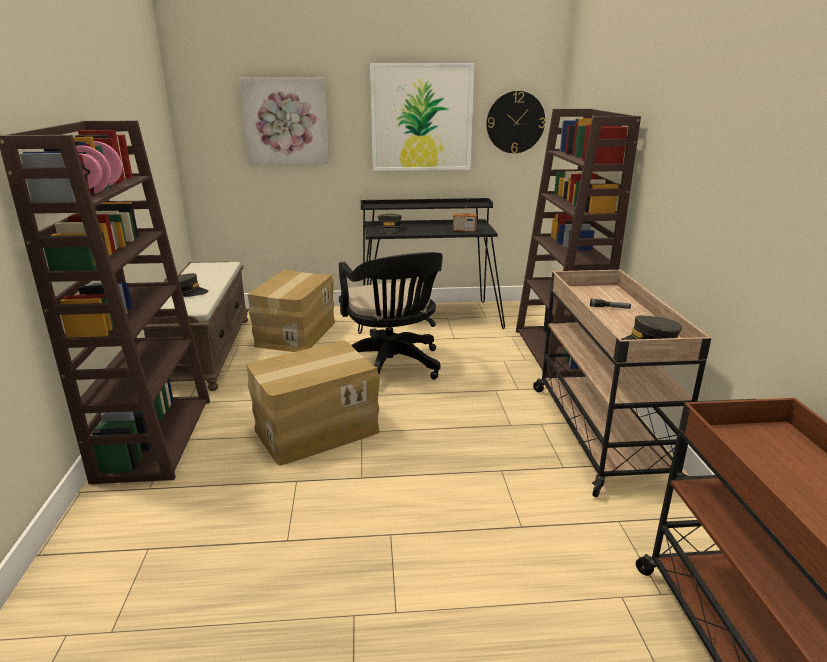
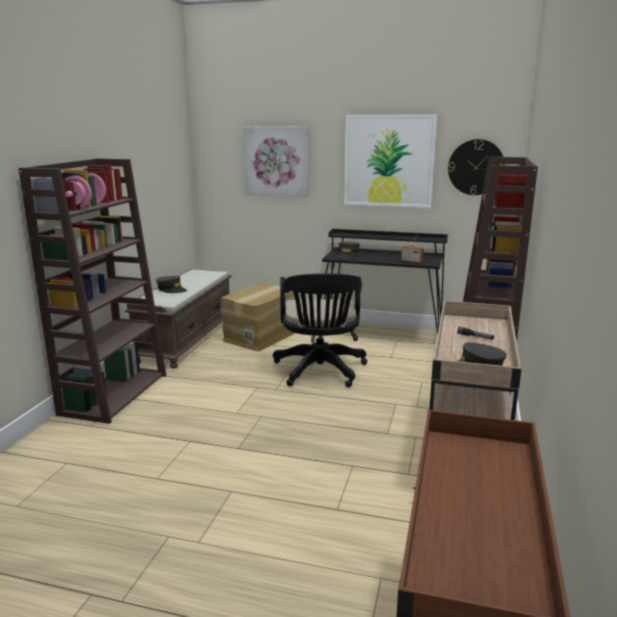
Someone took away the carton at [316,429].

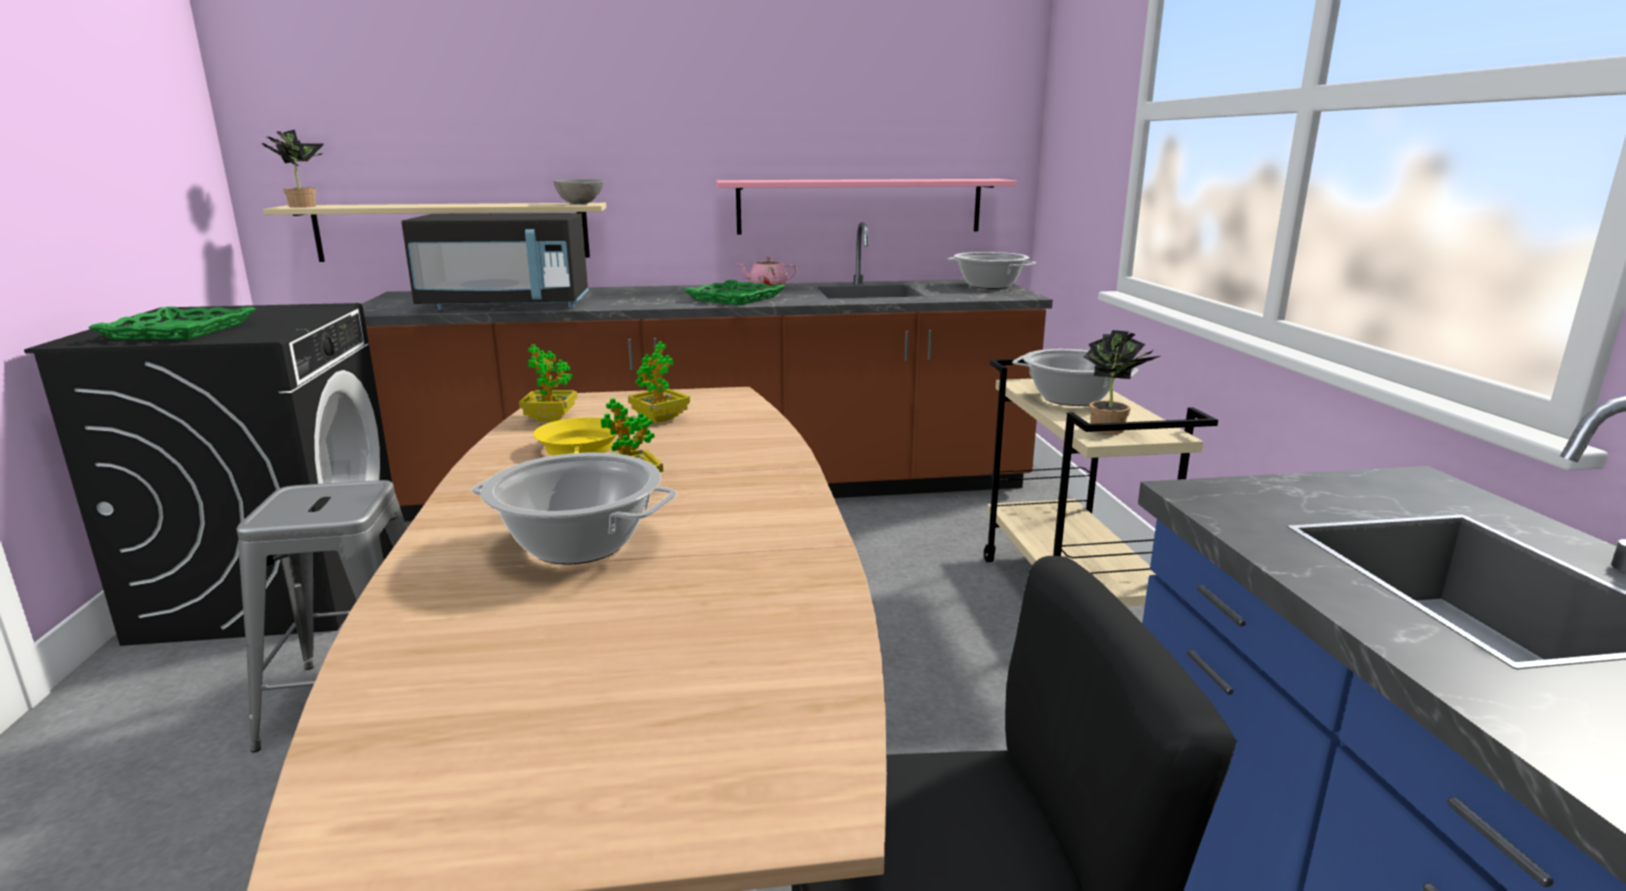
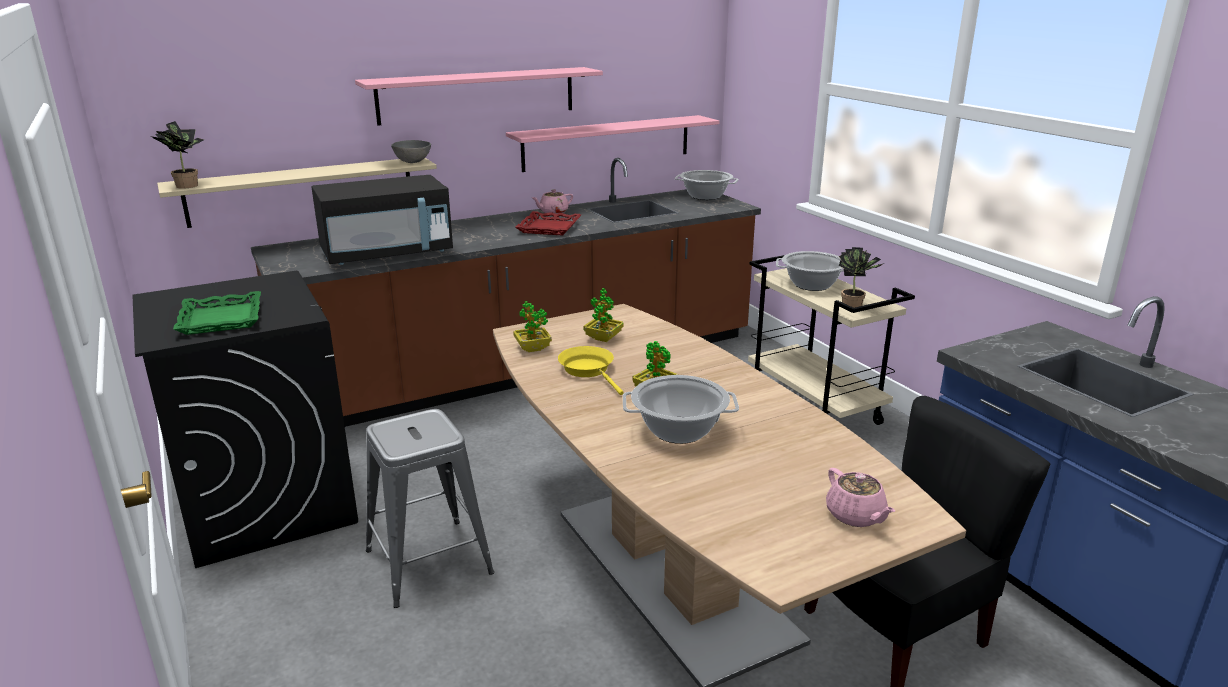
Someone repainted the green-coloured tray at [736,298], which became the red tray at [549,228]. Someone put up the pink-coloured wall shelf at [478,95]. Someone put down the pink-coloured teapot at [856,516].

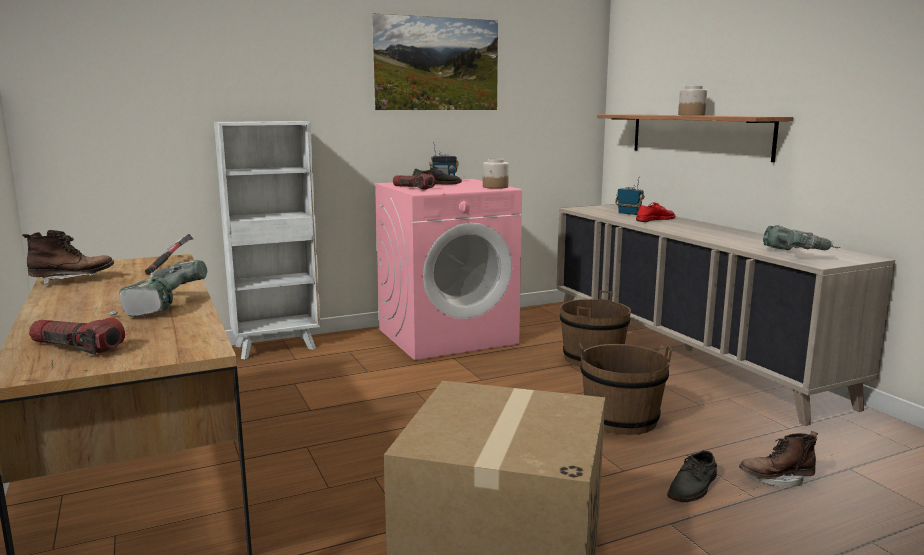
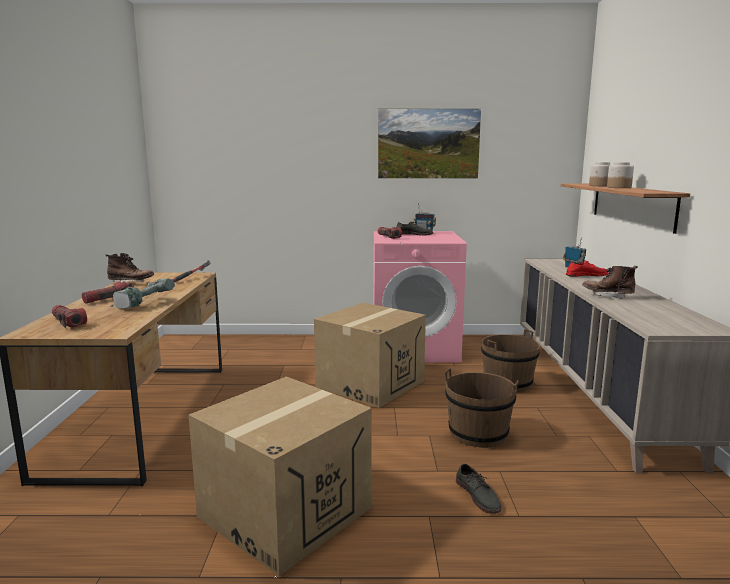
Someone took away the white-coloured shelving unit at [277,347]. Someone carried the jar from [495,187] to [600,186]. Someone took away the power drill at [796,255]. Someone carried the brownish tall boot from [776,480] to [607,296]. Someone rotated the gray item of footwear at [693,486] by 90 degrees counterclockwise. Someone put down the torch at [109,299]. Someone put down the carton at [370,383].

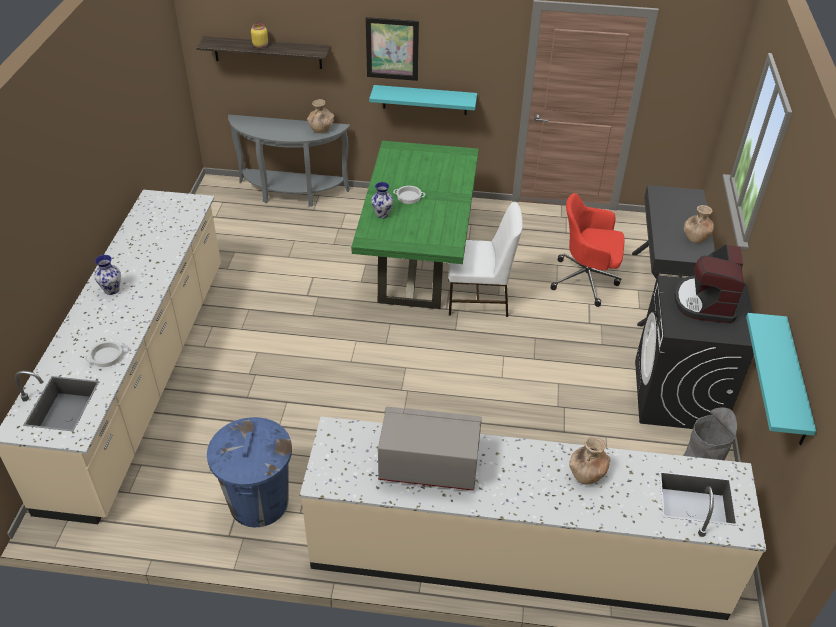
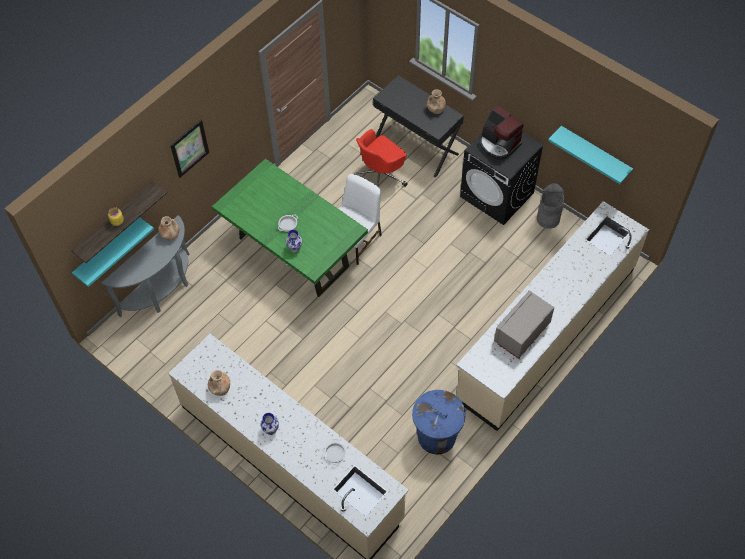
Someone carried the blue-green wall shelf from [425,100] to [107,249]. Someone carried the brownish flower vase from [587,473] to [220,388].

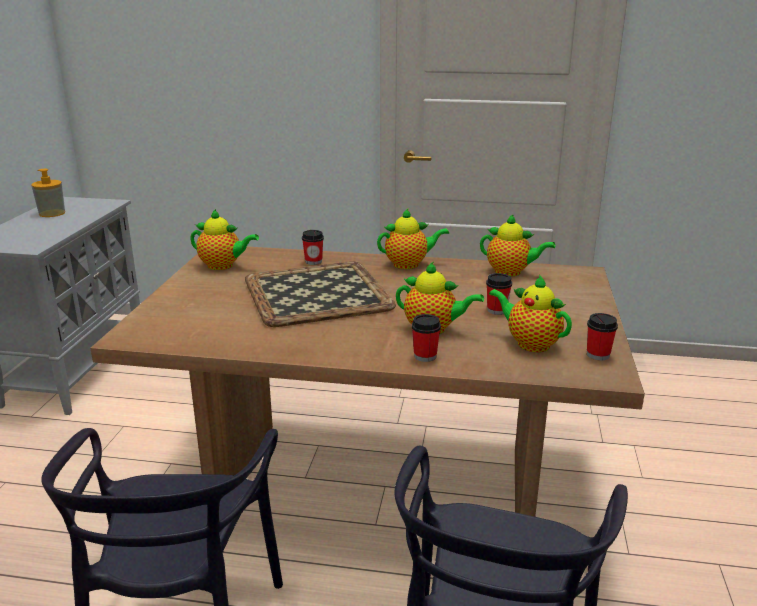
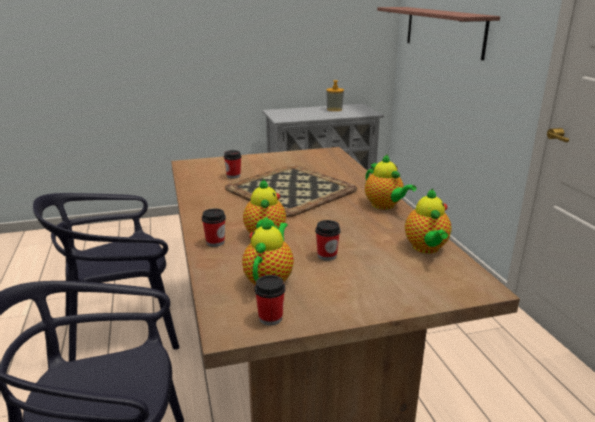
Someone took away the teapot at [223,266]. Someone carried the small cup from [313,261] to [233,176]. Someone put up the wall shelf at [443,31].

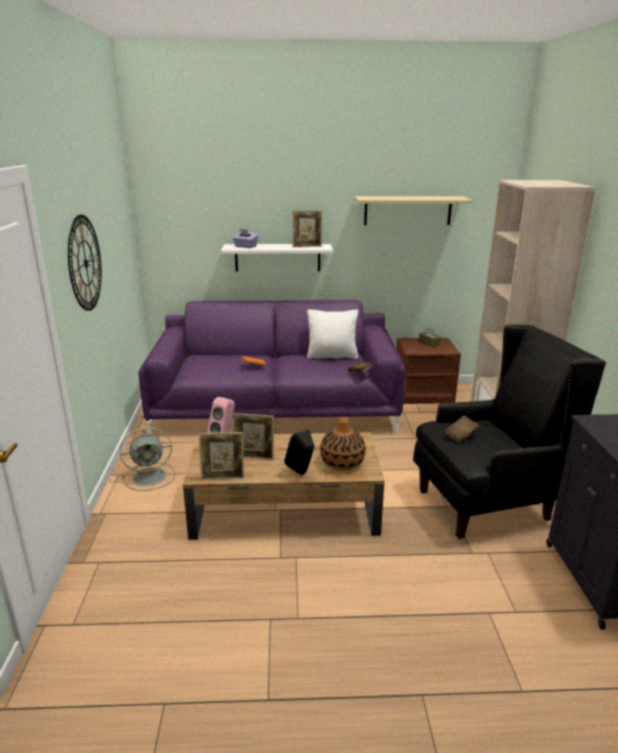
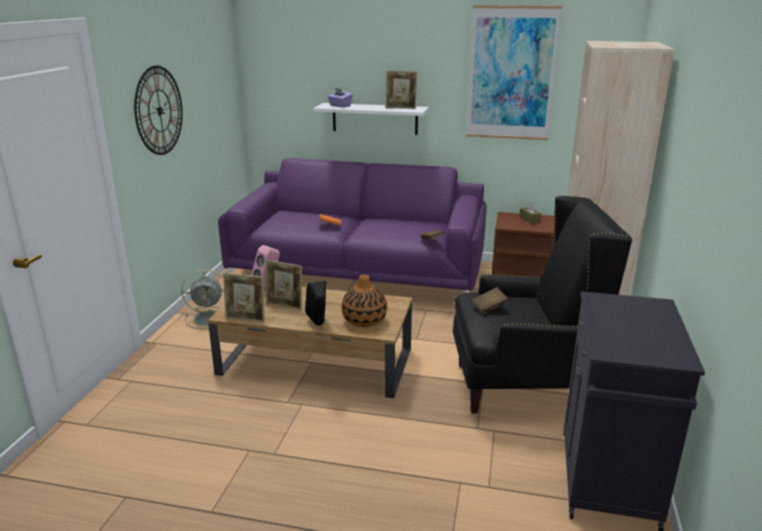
Someone swapped the beige-coloured wall shelf at [407,210] for the wall art at [511,74]. Someone took away the white-coloured pillow at [332,356].

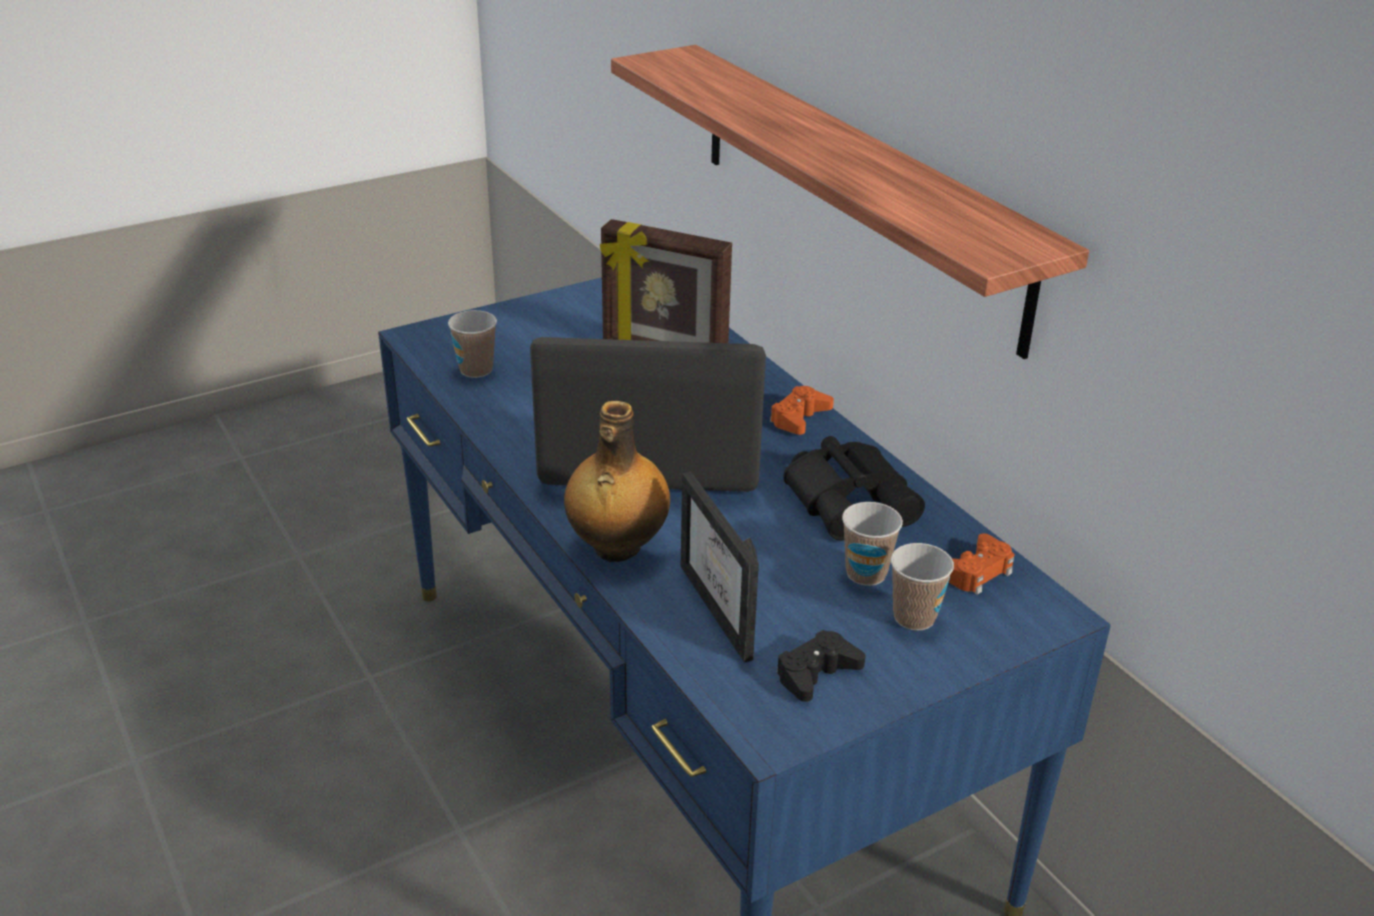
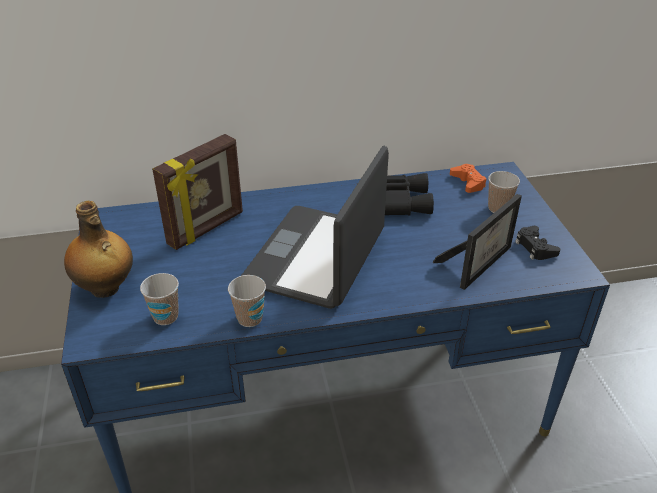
Someone took away the wall shelf at [855,189]. Someone took away the orangey game controller at [799,418]. Someone carried the bottle from [616,548] to [106,288]. Someone rotated the picture frame at [731,609] by 45 degrees counterclockwise. Someone carried the small cup from [866,573] to [250,318].

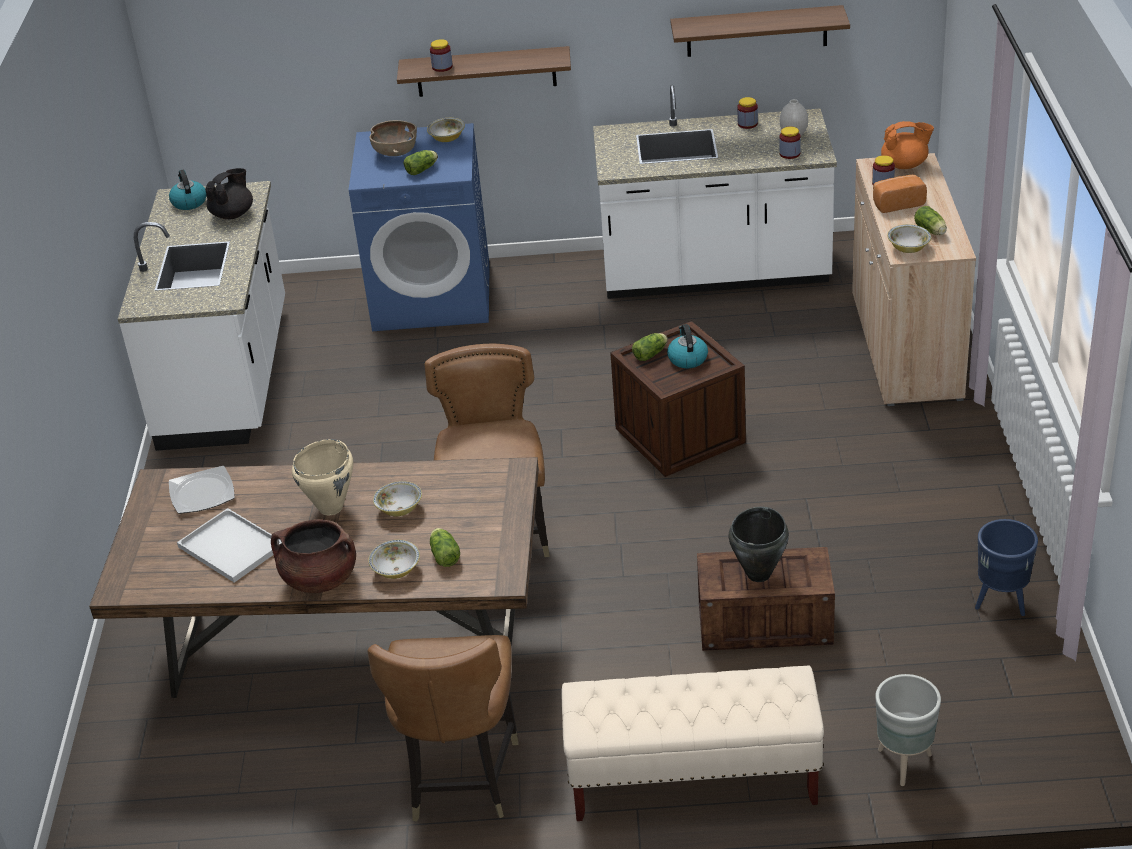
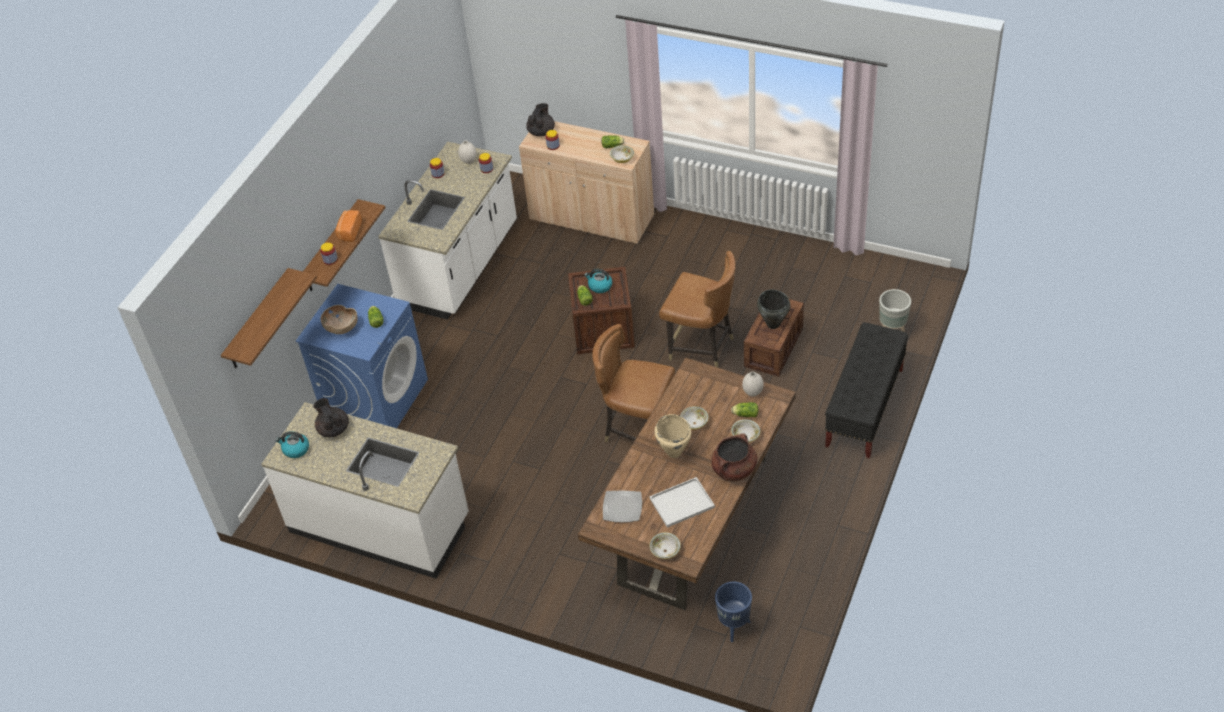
Someone carried the wall shelf from [756,31] to [258,321]. Someone carried the serving bowl from [447,138] to [665,551]. Someone repainted the orangey teapot at [905,165], which became the black-coloured teapot at [541,132]. Someone carried the bakery bread from [897,203] to [349,232]. Someone carried the bluish planter from [1001,603] to [734,627]. Someone carried the brownish upright chair from [460,779] to [701,347]. Someone repainted the beige-coloured long seat at [692,780], which became the black-coloured long seat at [864,408]. Someone put down the white-coloured flower vase at [752,393].

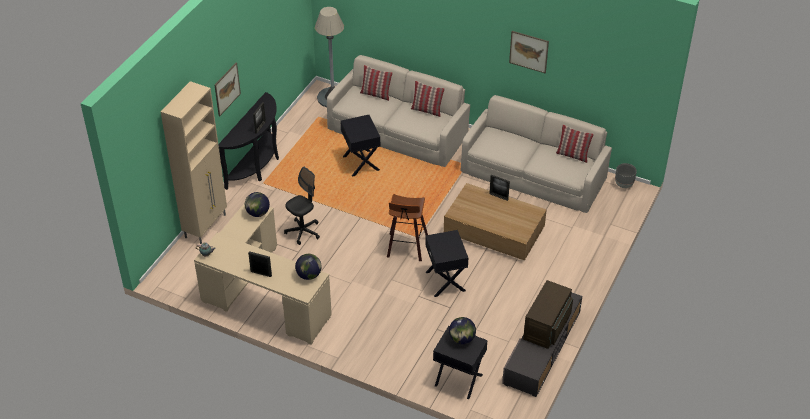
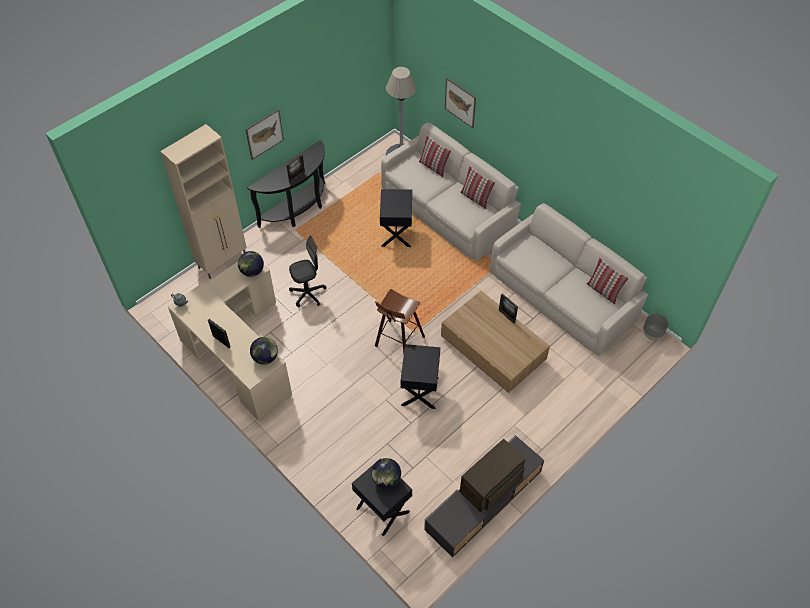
Someone carried the wall art from [529,51] to [460,102].

